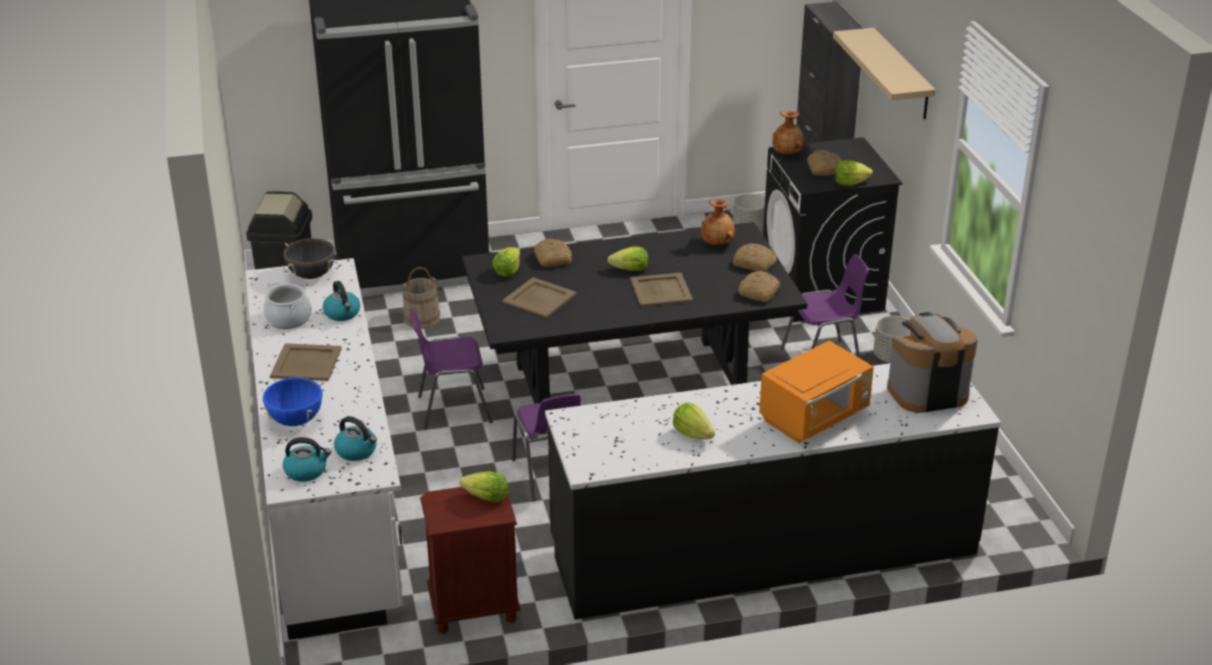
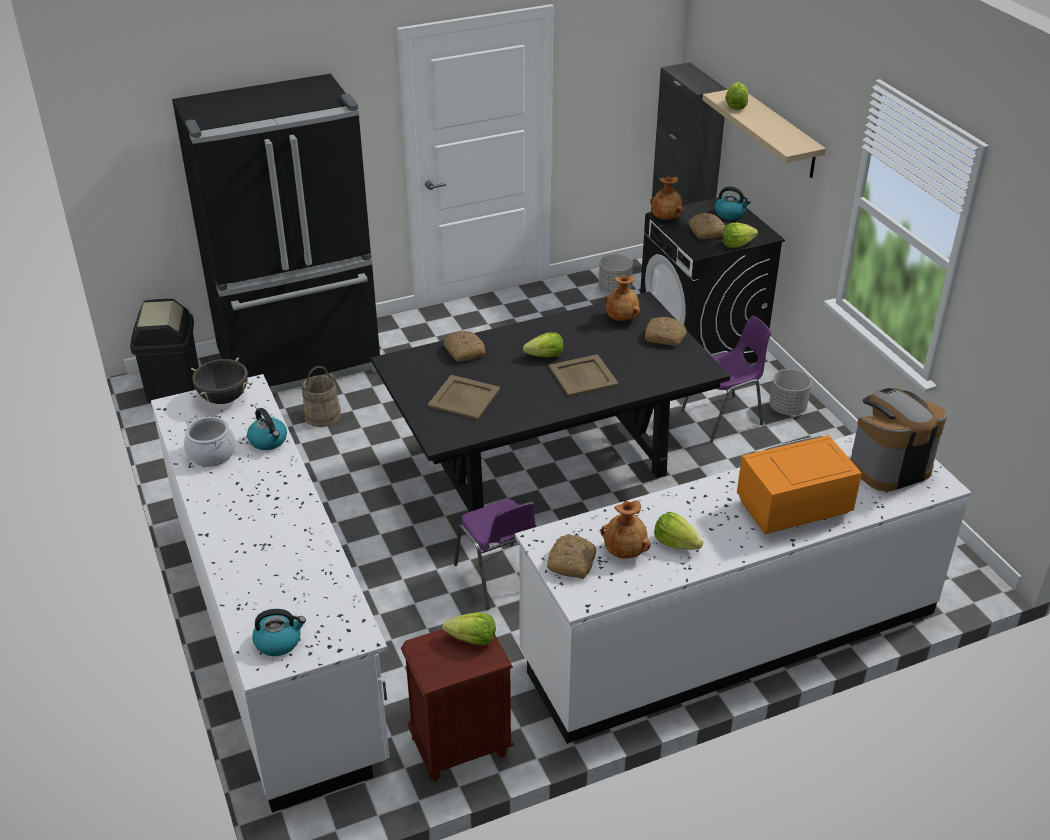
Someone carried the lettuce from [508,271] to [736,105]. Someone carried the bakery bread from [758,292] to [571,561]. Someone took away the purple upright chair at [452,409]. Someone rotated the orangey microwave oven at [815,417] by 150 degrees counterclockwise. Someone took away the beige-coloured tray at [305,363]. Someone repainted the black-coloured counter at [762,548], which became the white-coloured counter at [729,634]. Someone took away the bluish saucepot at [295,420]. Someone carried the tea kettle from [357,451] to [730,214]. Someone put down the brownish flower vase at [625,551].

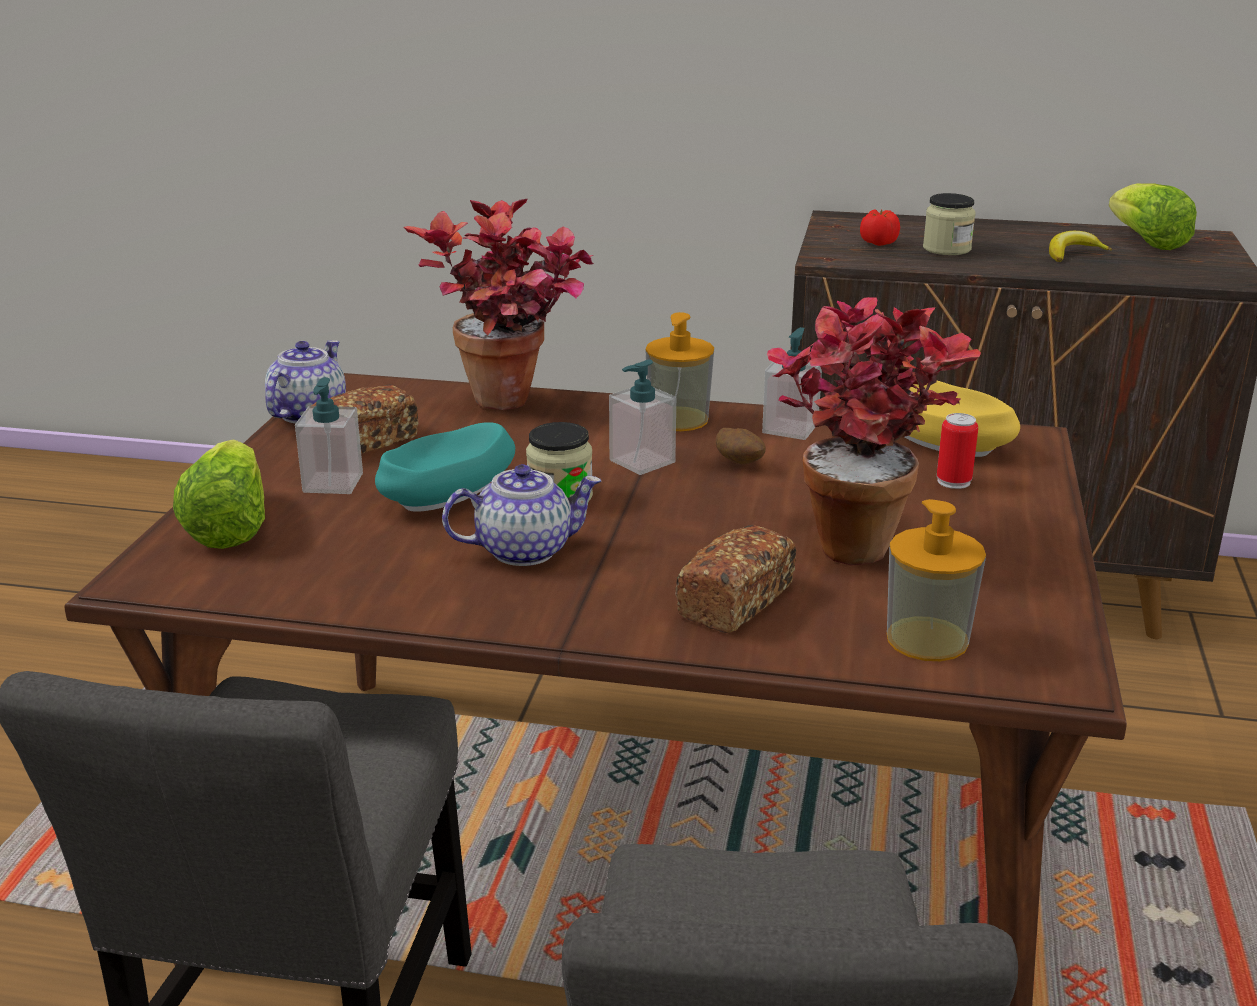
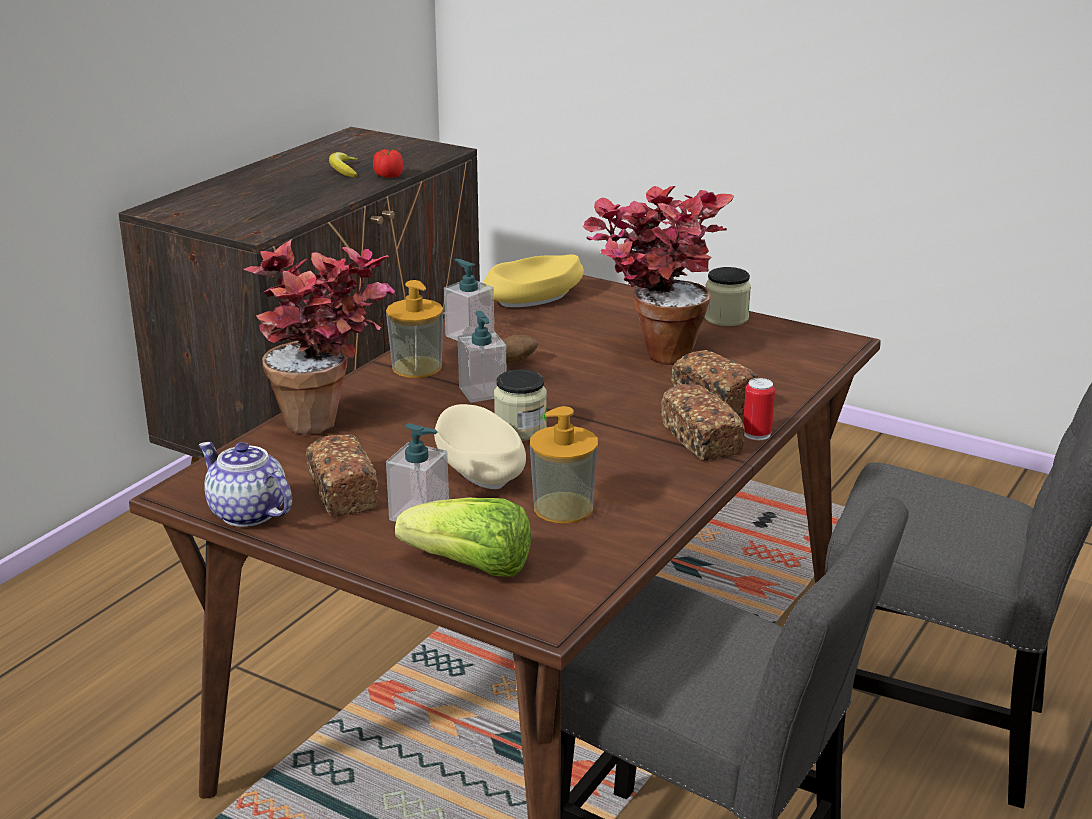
Someone took away the lettuce at [1146,242]. Someone carried the jar from [946,249] to [726,318]. Someone carried the fresh tomato from [878,243] to [388,176]. Someone carried the metal can from [953,481] to [757,434]. Someone repainted the blue-green serving bowl at [448,493], which became the beige-coloured serving bowl at [480,469]. Someone took away the teapot at [525,550]. Someone carried the soap dispenser from [927,639] to [563,508]. Someone put down the bakery bread at [701,440].

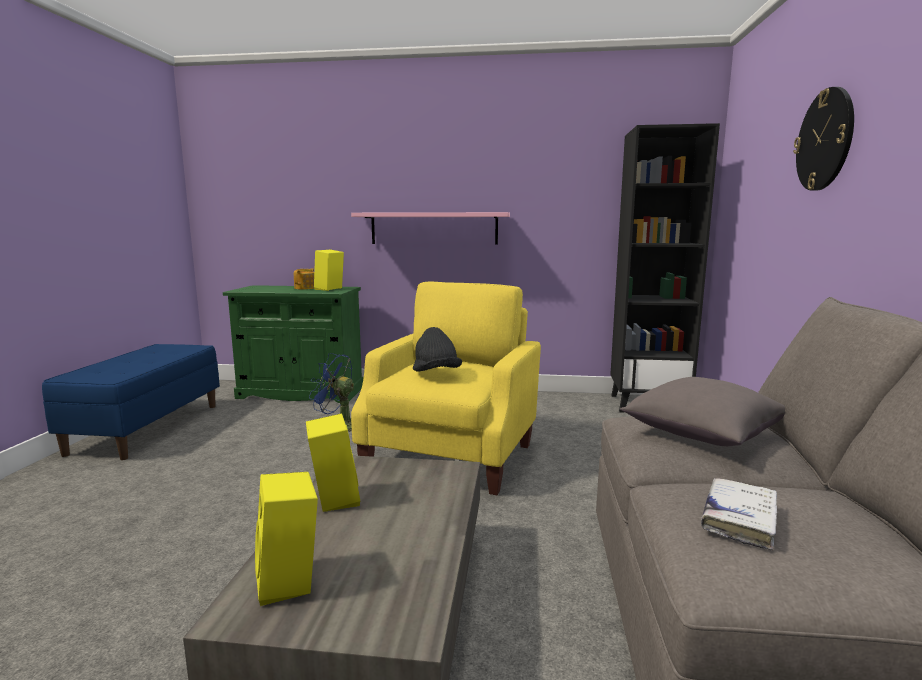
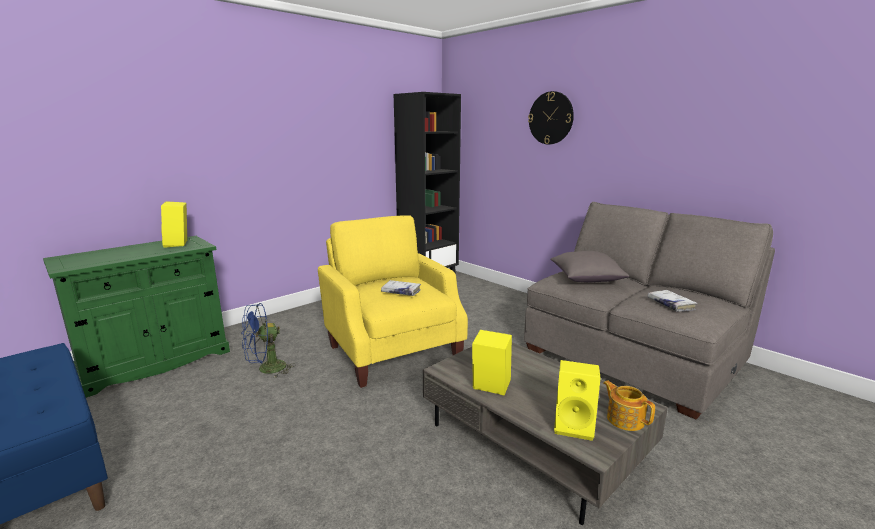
Someone took away the pink-coloured wall shelf at [434,228]. Someone carried the teapot from [305,288] to [624,419]. Someone swapped the black-coloured hat at [436,374] for the white-coloured volume at [401,292].

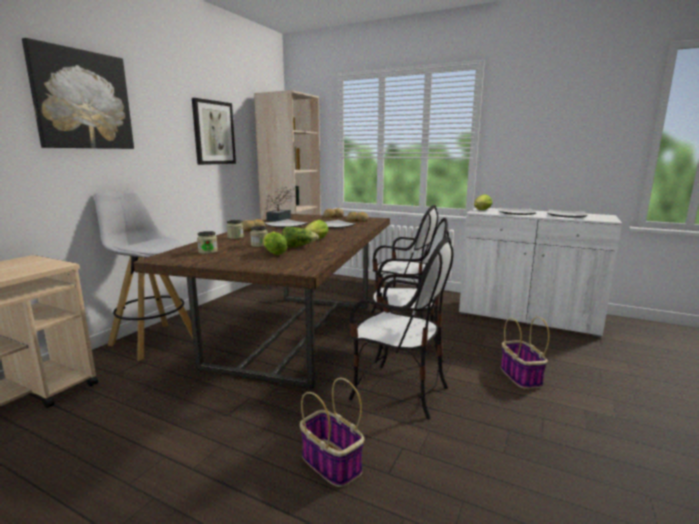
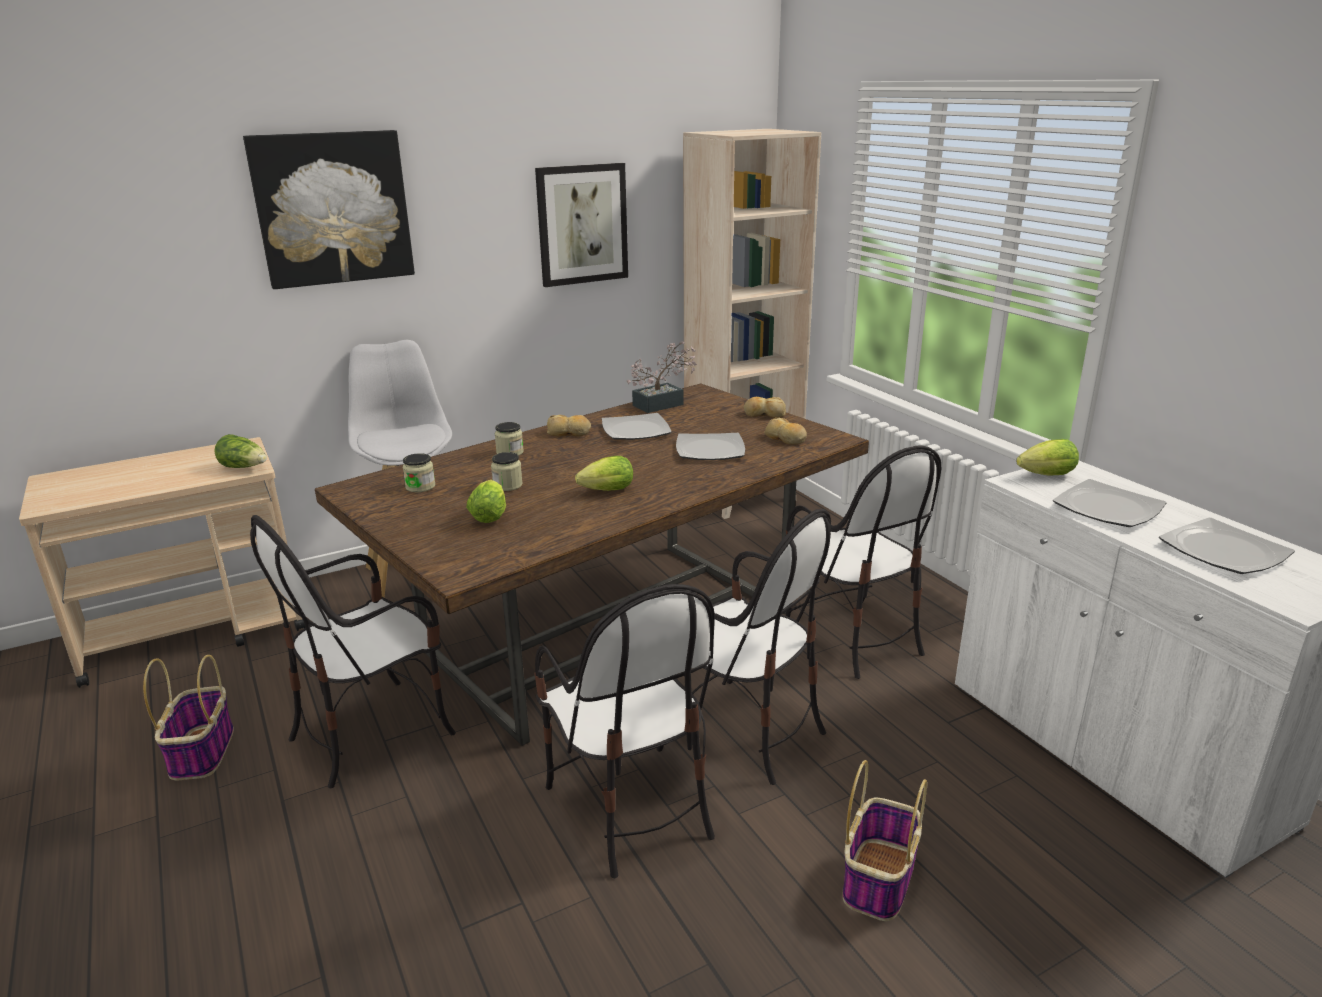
Someone carried the lettuce from [298,247] to [245,467]. Someone carried the storage basket from [330,463] to [202,751]. Someone put down the upright chair at [372,732].

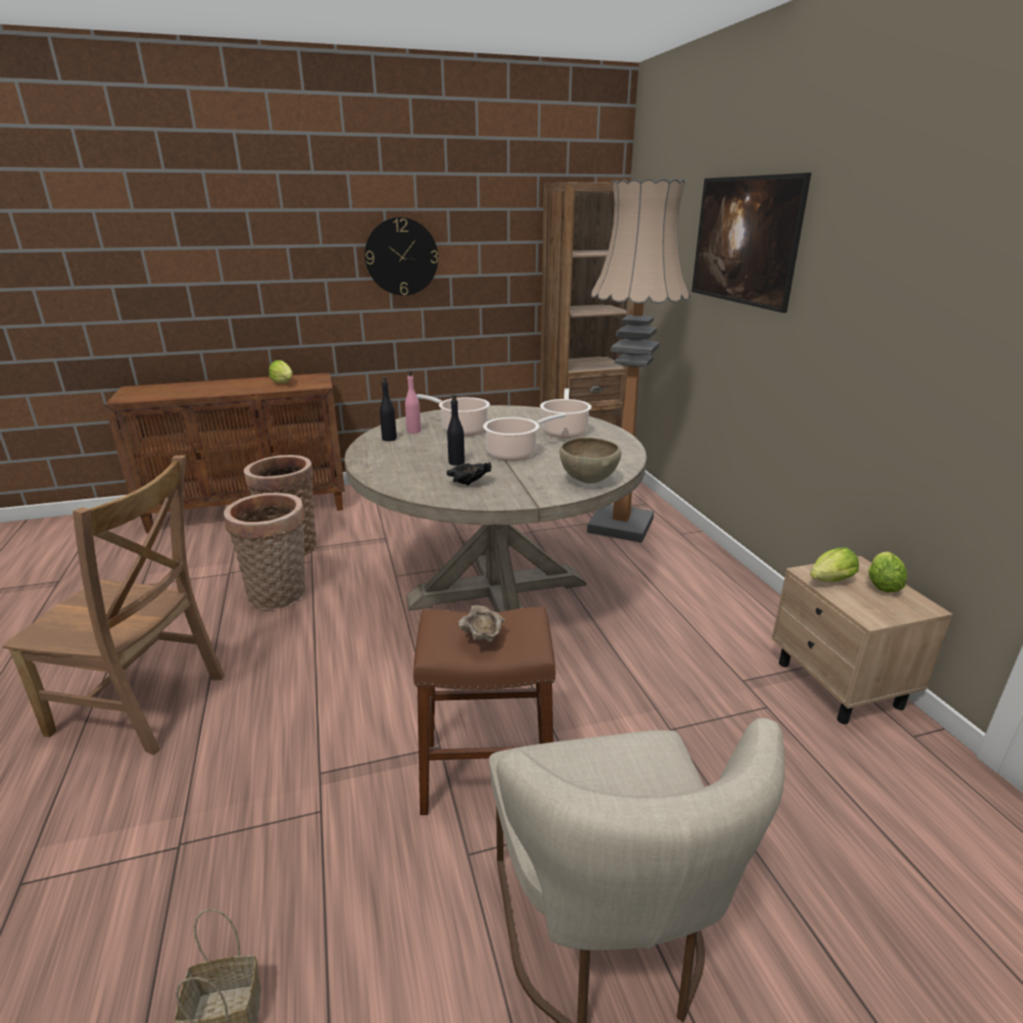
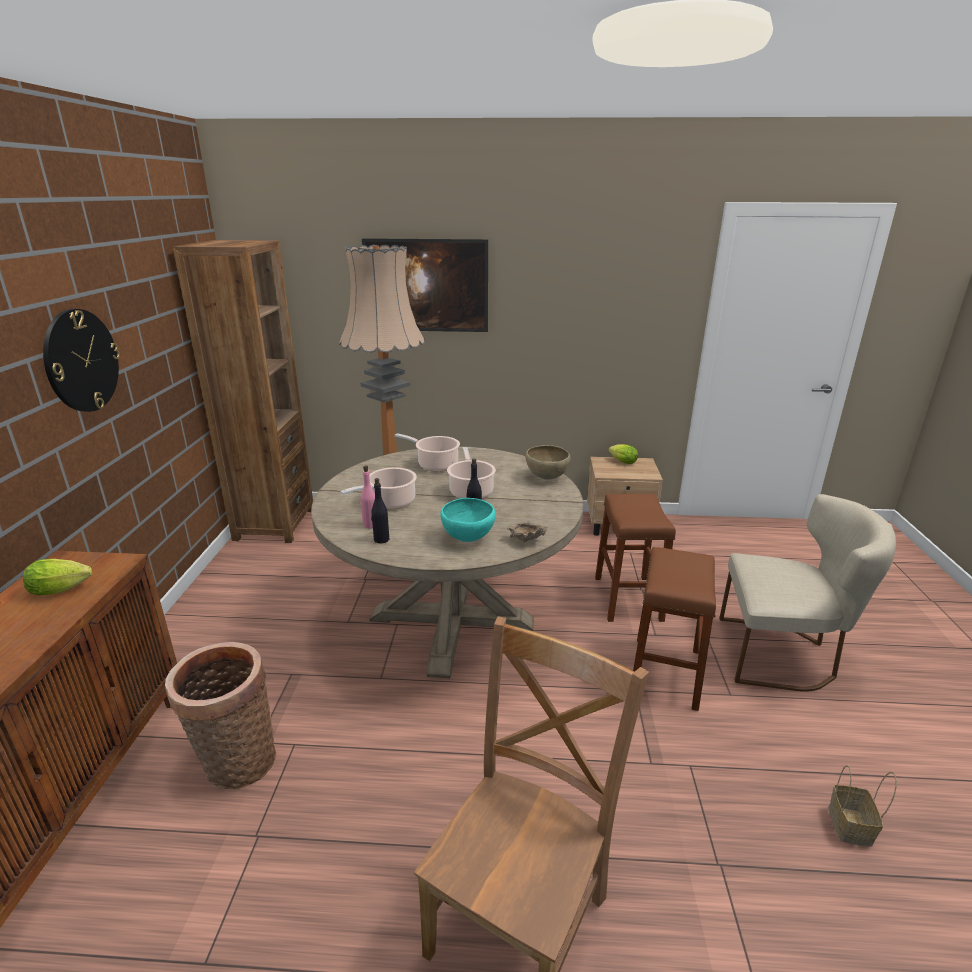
Someone took away the black-coloured serving bowl at [469,484]. Someone took away the storage basket at [279,596]. Someone took away the lettuce at [828,582]. Someone carried the beige-coloured serving bowl from [482,639] to [526,541]. Someone put down the brownish sitting stool at [628,598]. Someone put down the blue-green serving bowl at [468,538].

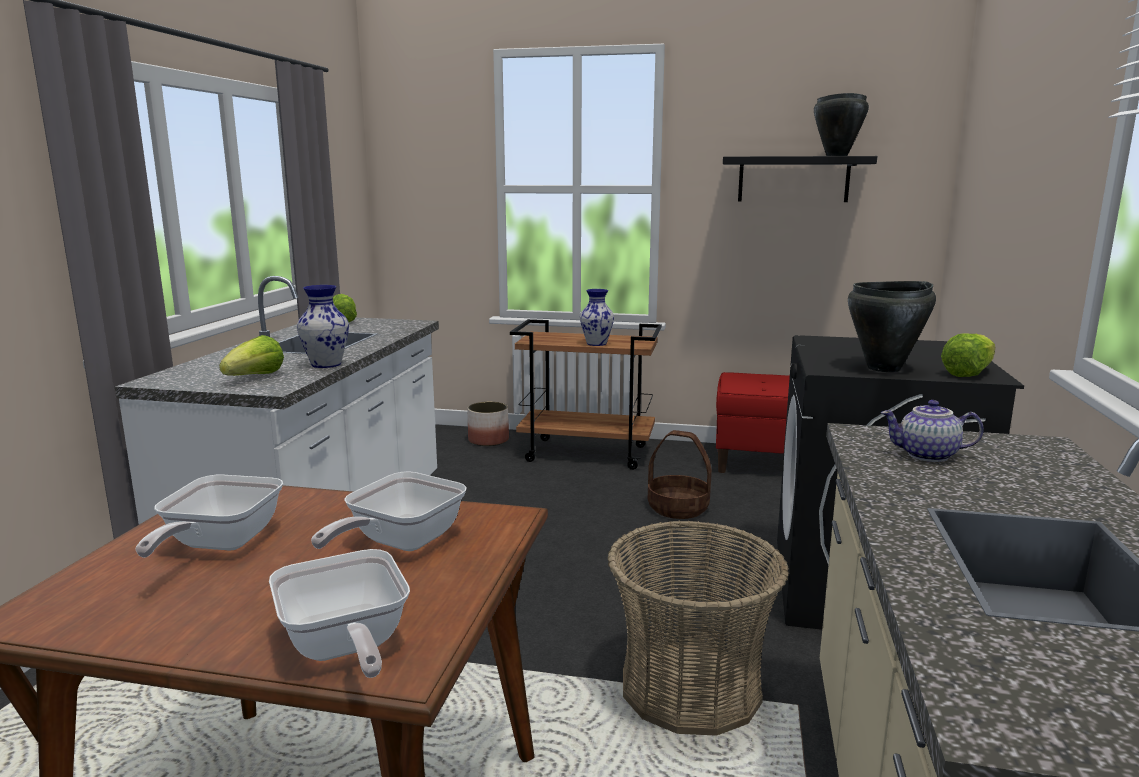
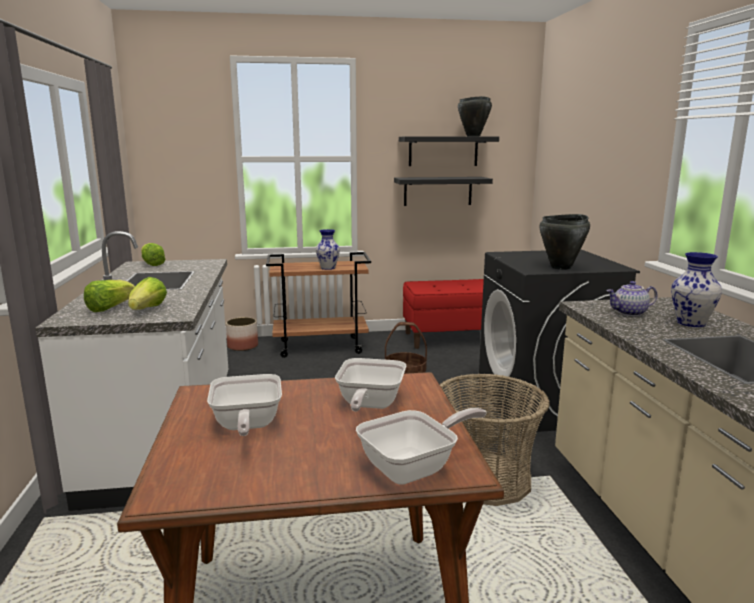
Someone carried the flower vase from [325,364] to [691,323]. Someone carried the lettuce from [968,373] to [110,308]. Someone rotated the frying pan at [345,648] by 75 degrees counterclockwise. Someone put up the black-coloured wall shelf at [438,191].

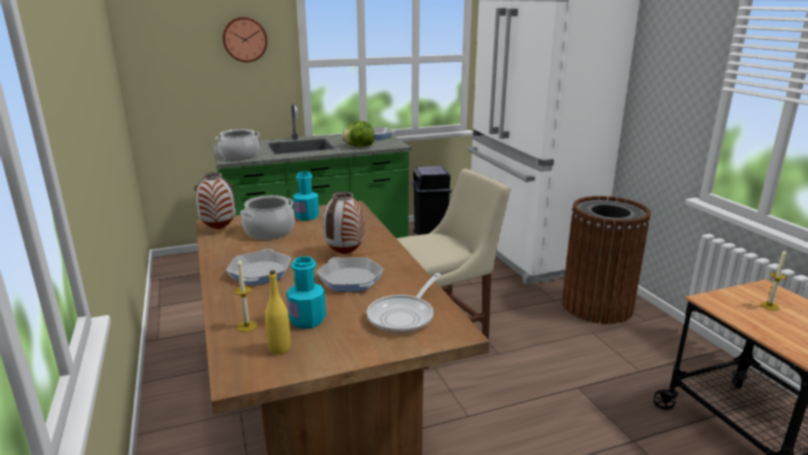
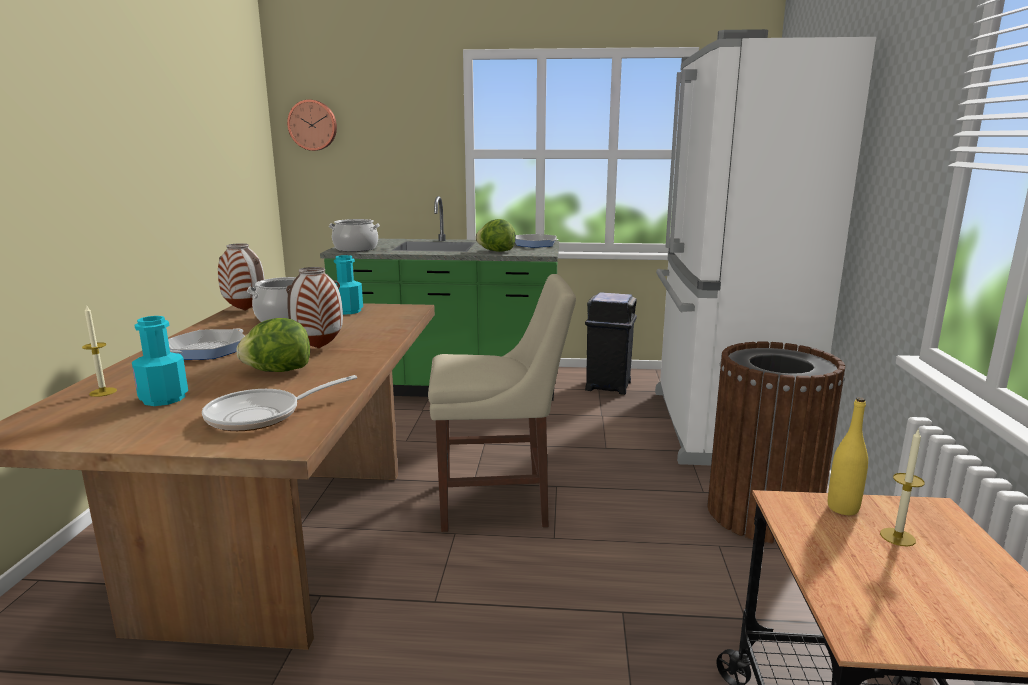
Someone carried the hanging clock from [244,39] to [313,125]. Someone swapped the frying pan at [350,279] for the lettuce at [278,371]. Someone carried the yellowish bottle from [279,349] to [842,508].

